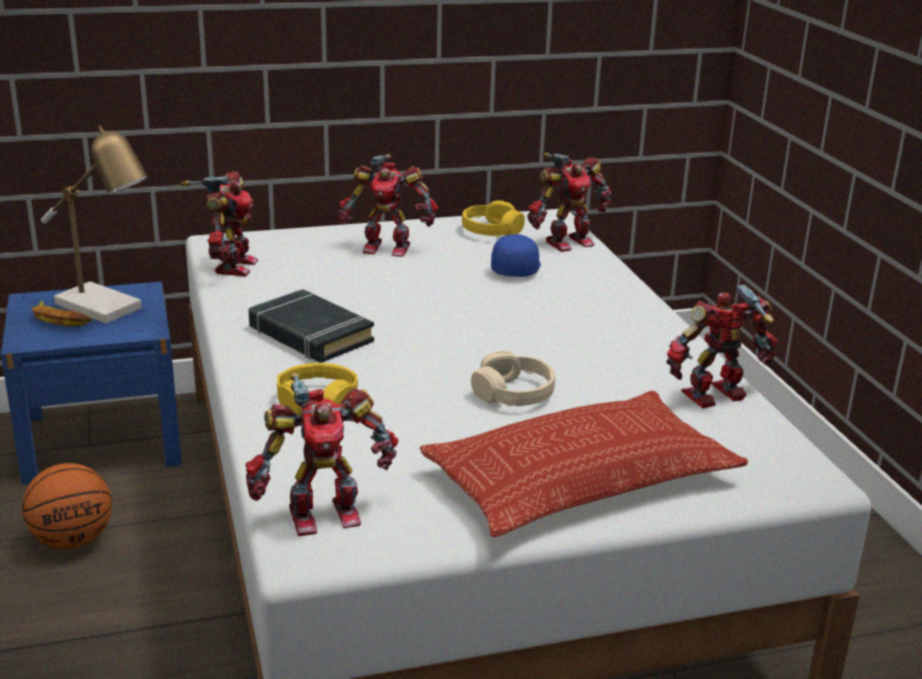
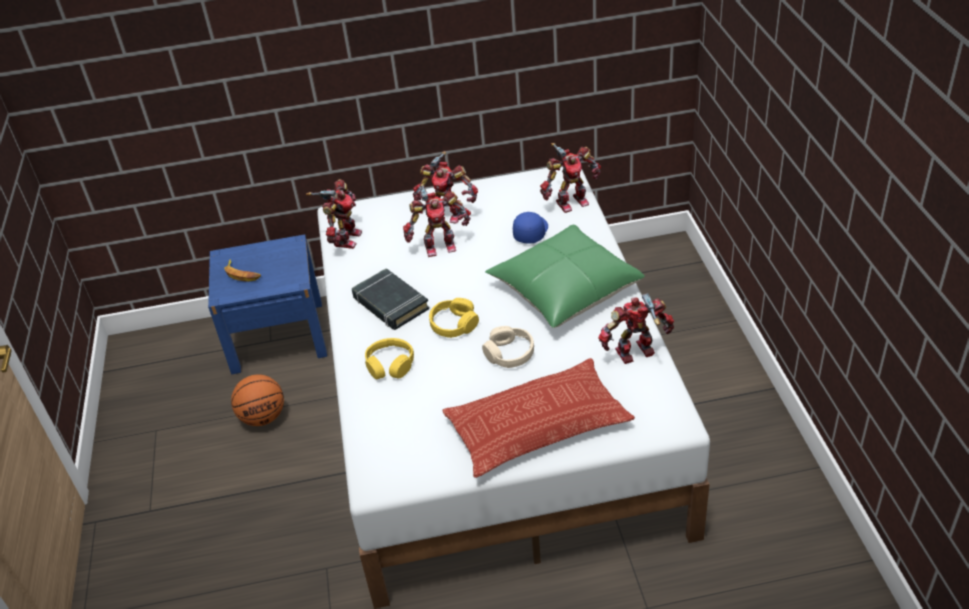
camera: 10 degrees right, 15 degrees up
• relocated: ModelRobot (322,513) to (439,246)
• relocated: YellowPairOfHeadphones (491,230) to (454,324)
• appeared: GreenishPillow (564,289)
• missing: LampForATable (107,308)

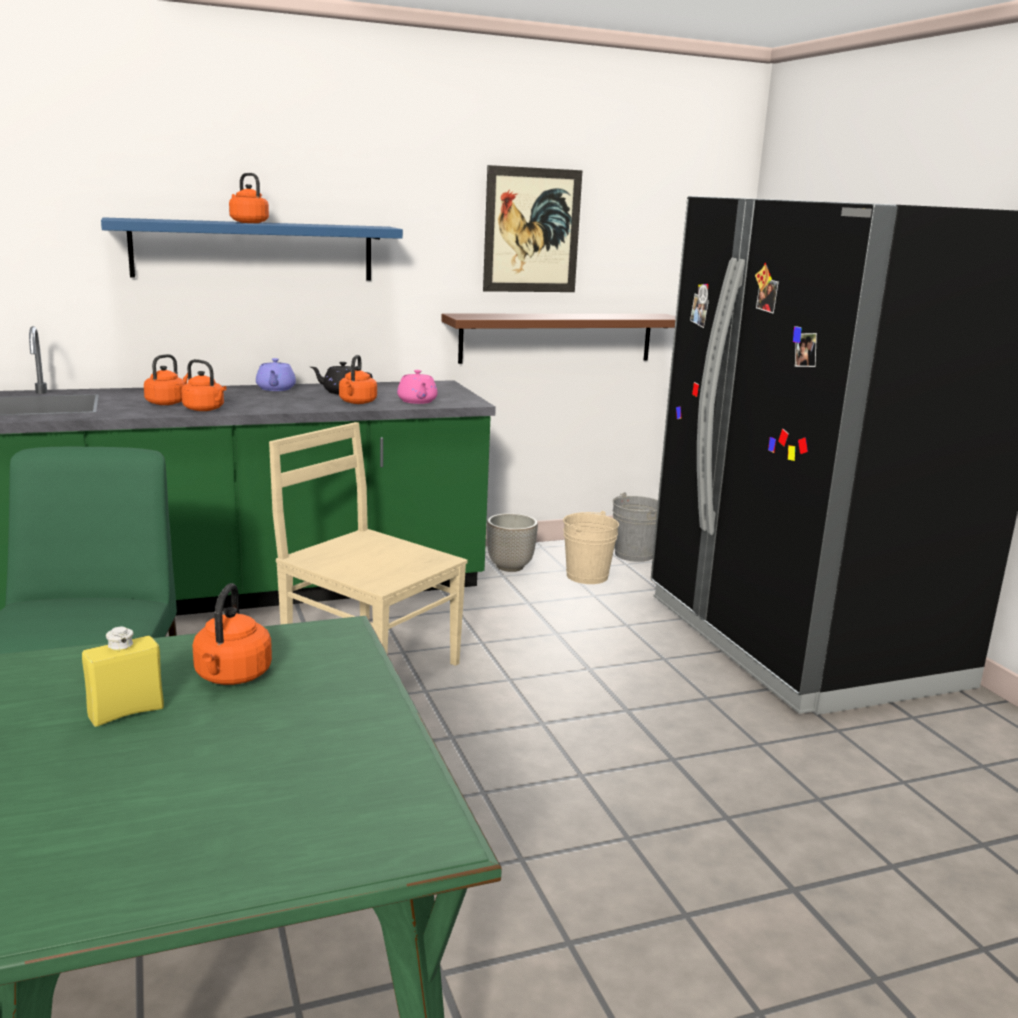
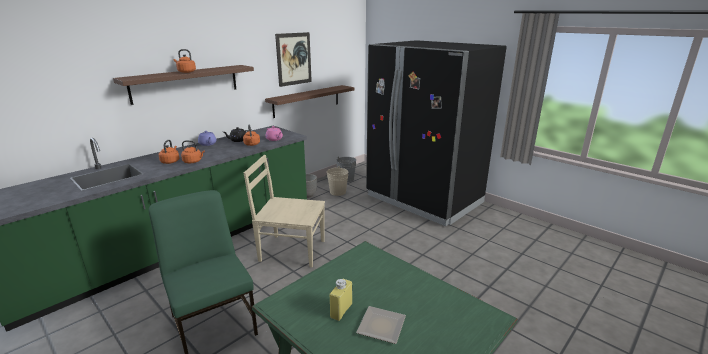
camera: 25 degrees left, 5 degrees up
• colour: BlueShelf (254,250) to BrownishShelf (186,83)
• appeared: Plate (379,327)
• missing: OrangeyKettle (232,677)

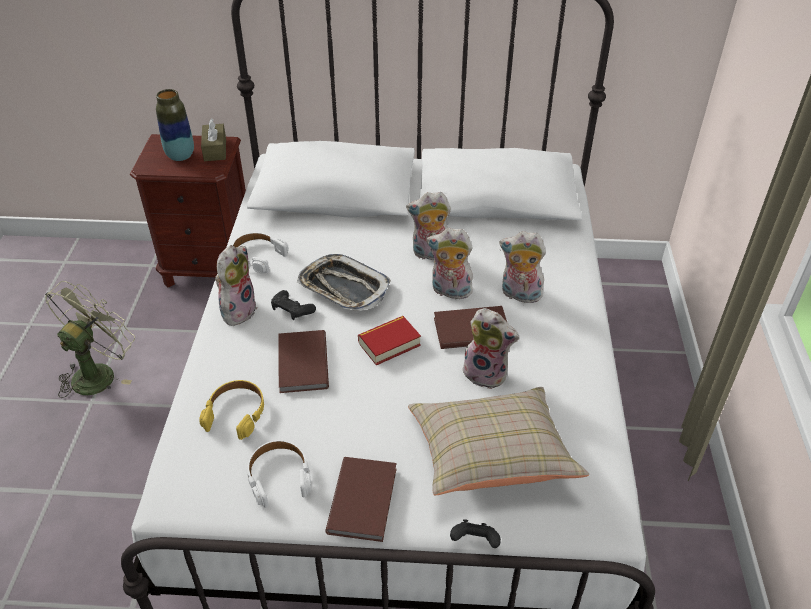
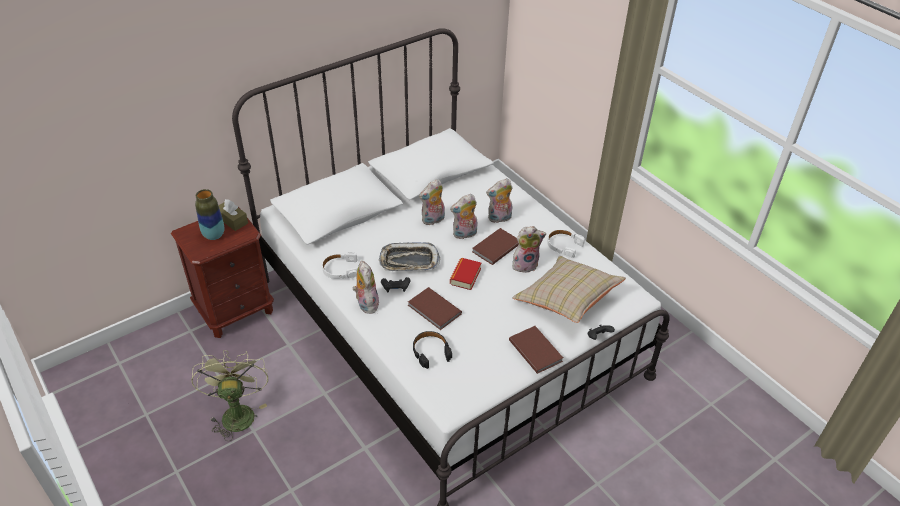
camera: 40 degrees left, 0 degrees up
• colour: YellowPairOfHeadphones (236,413) to BlackPairOfHeadphones (430,352)
• relocated: WhitishPairOfHeadphones (279,476) to (563,246)

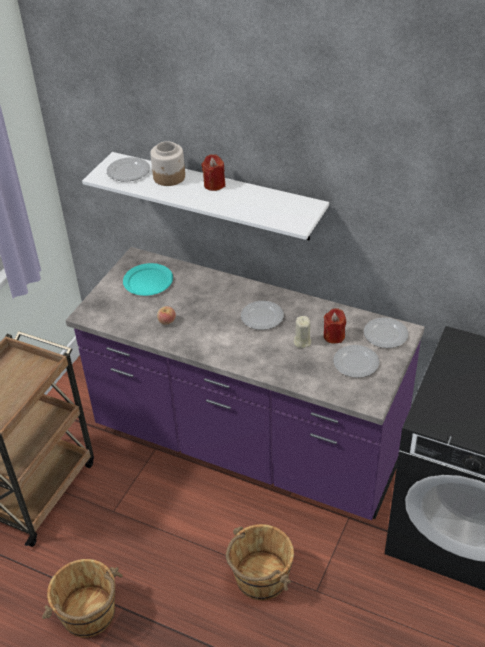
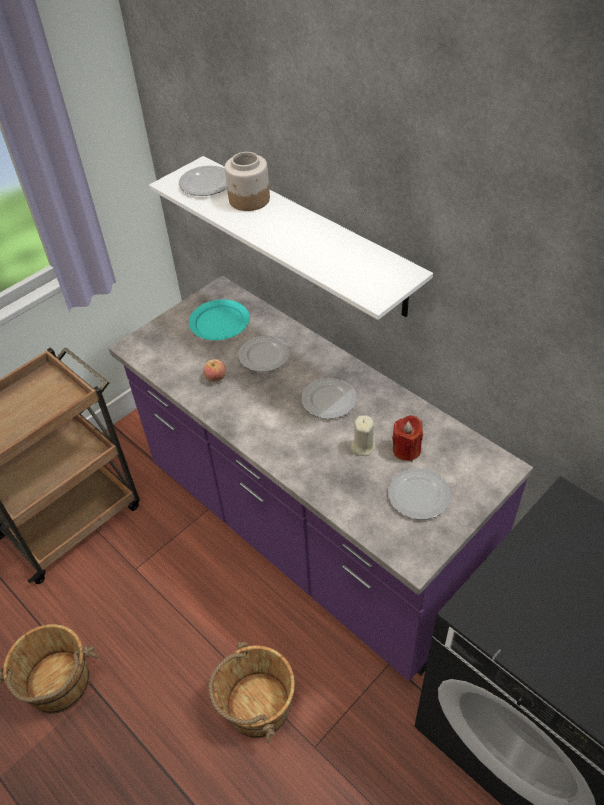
camera: 20 degrees right, 5 degrees up
• relocated: Plate (386,335) to (264,356)
• missing: ReddishWaxLight (214,184)

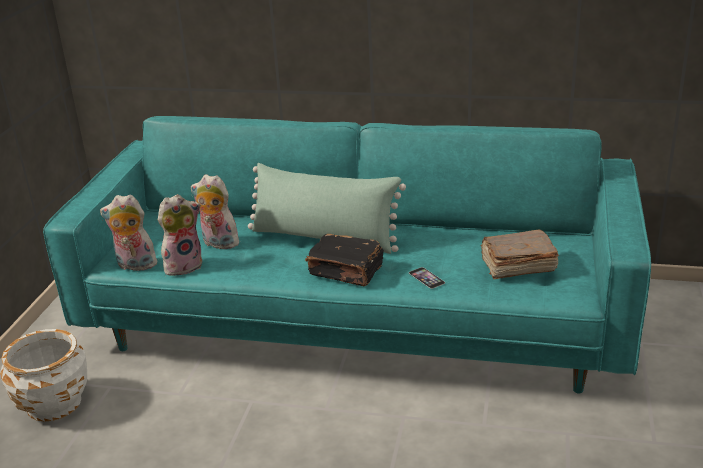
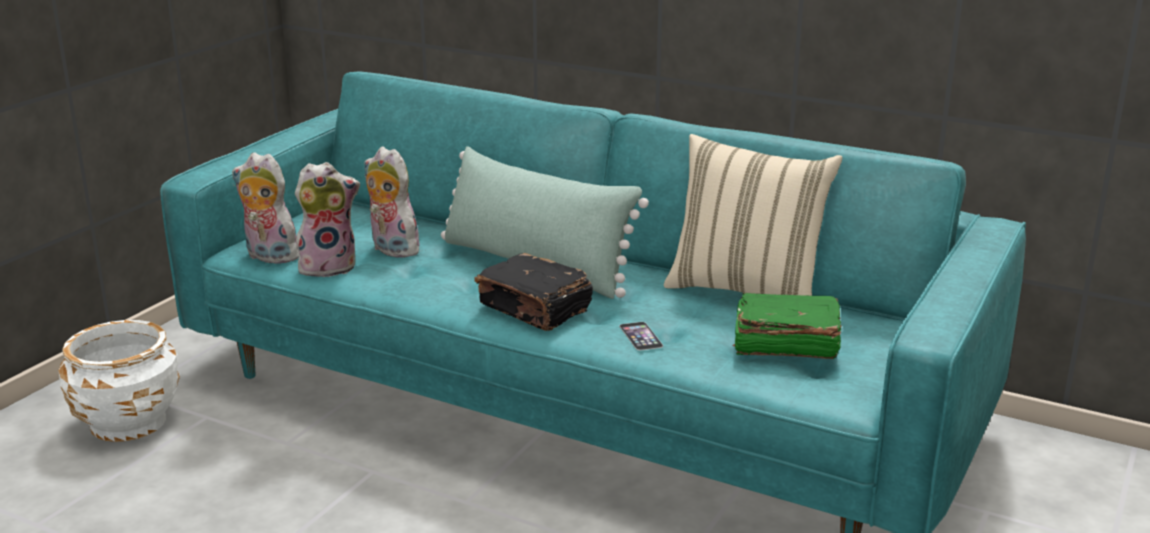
camera: 15 degrees right, 5 degrees down
• appeared: BeigeColouredPillow (747,291)
• colour: BrownishVolume (517,266) to GreenishVolume (784,344)

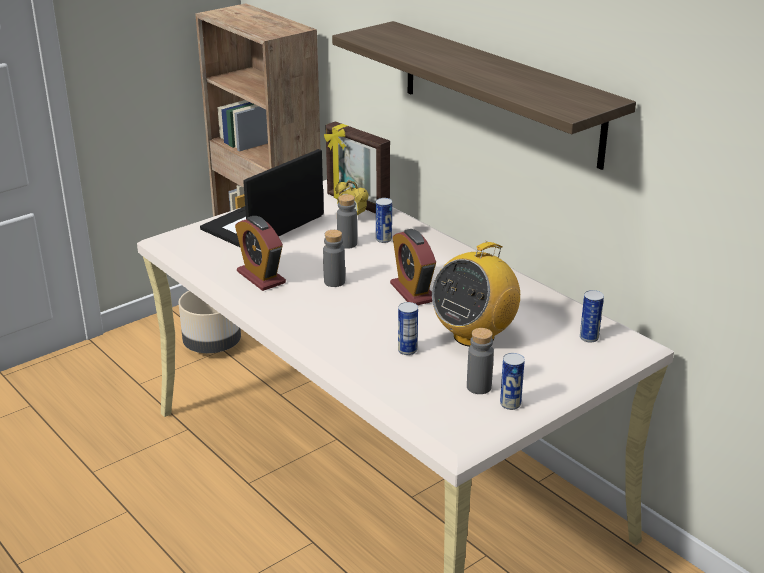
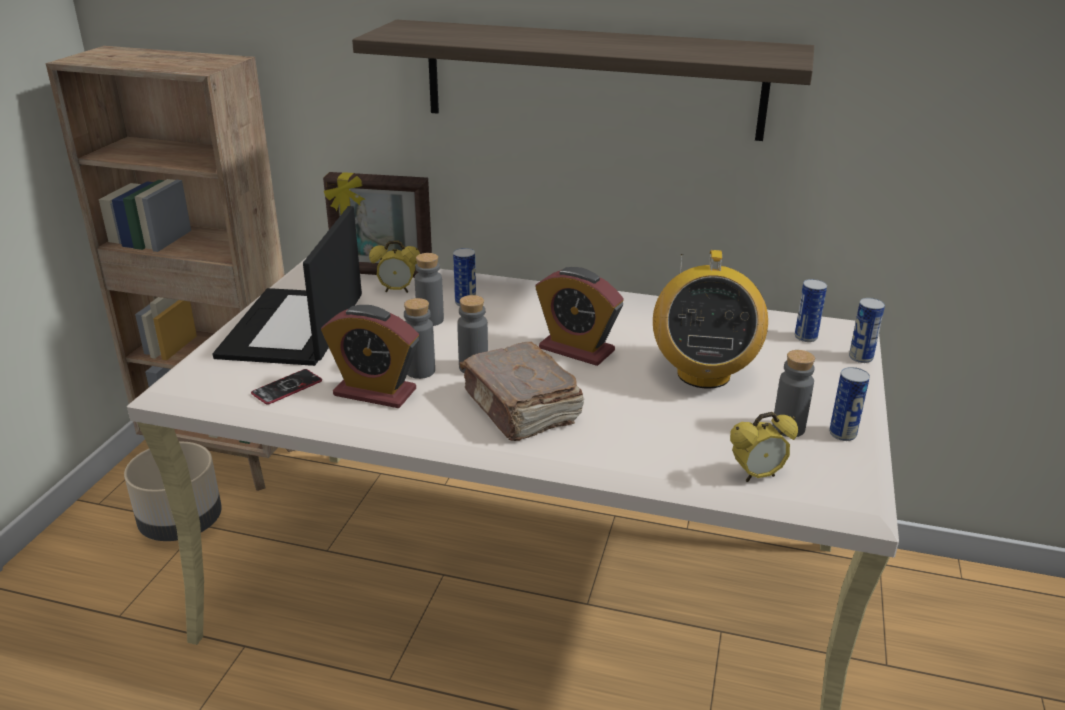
camera: 35 degrees left, 0 degrees up
• appeared: Handset (287,388)
• appeared: GreyDrinkBottle (420,371)
• appeared: BrownishVolume (521,409)
• appeared: AlarmClock (757,475)
• relocated: SealedCan (407,350) to (860,357)

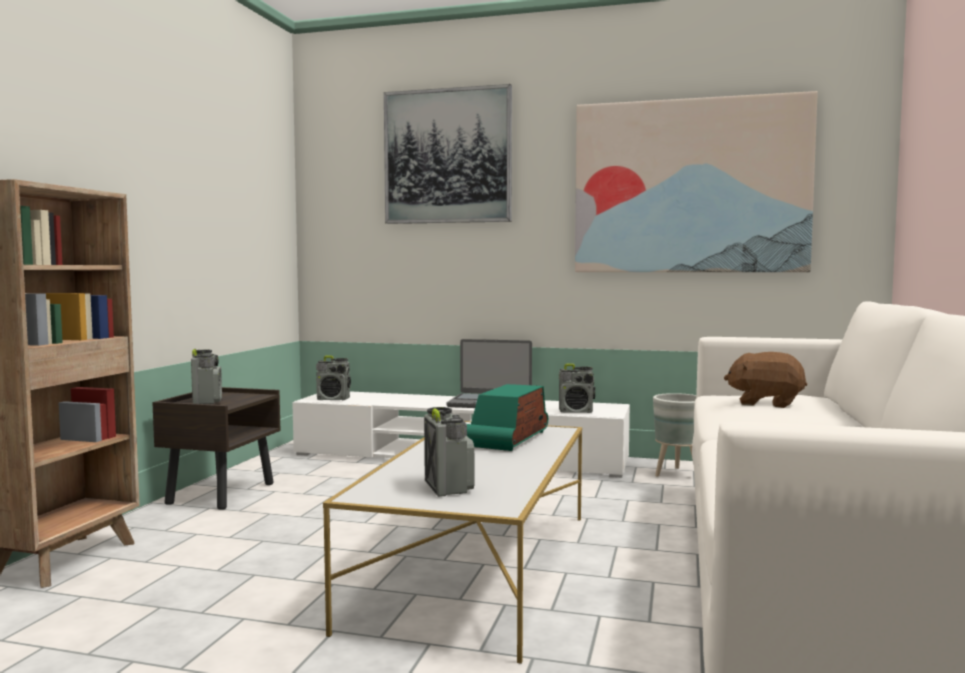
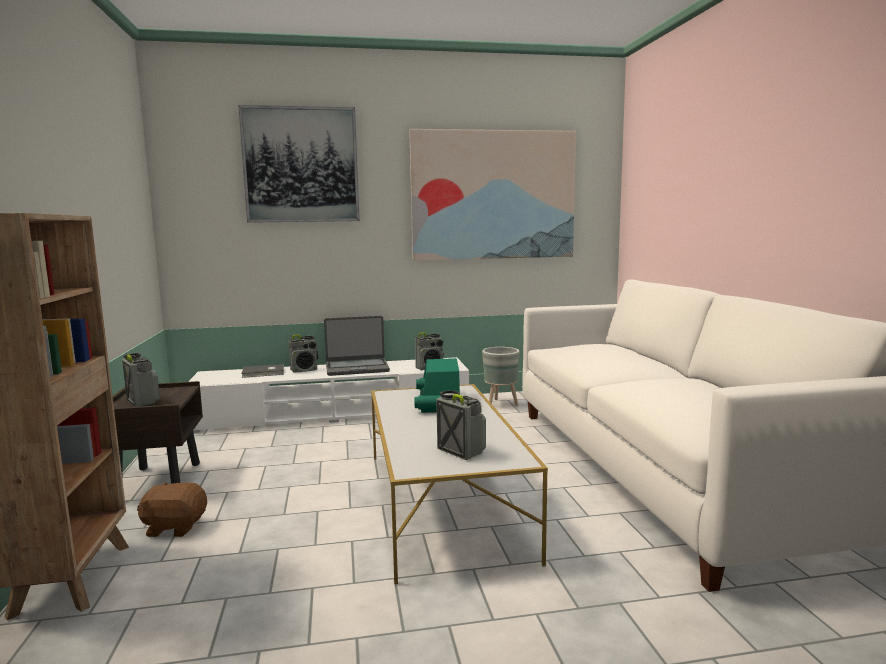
camera: 25 degrees left, 5 degrees up
• relocated: BrownishPlushToy (766,403) to (175,527)
• appeared: GreyVolume (264,372)
• relocated: Radio (333,399) to (304,370)

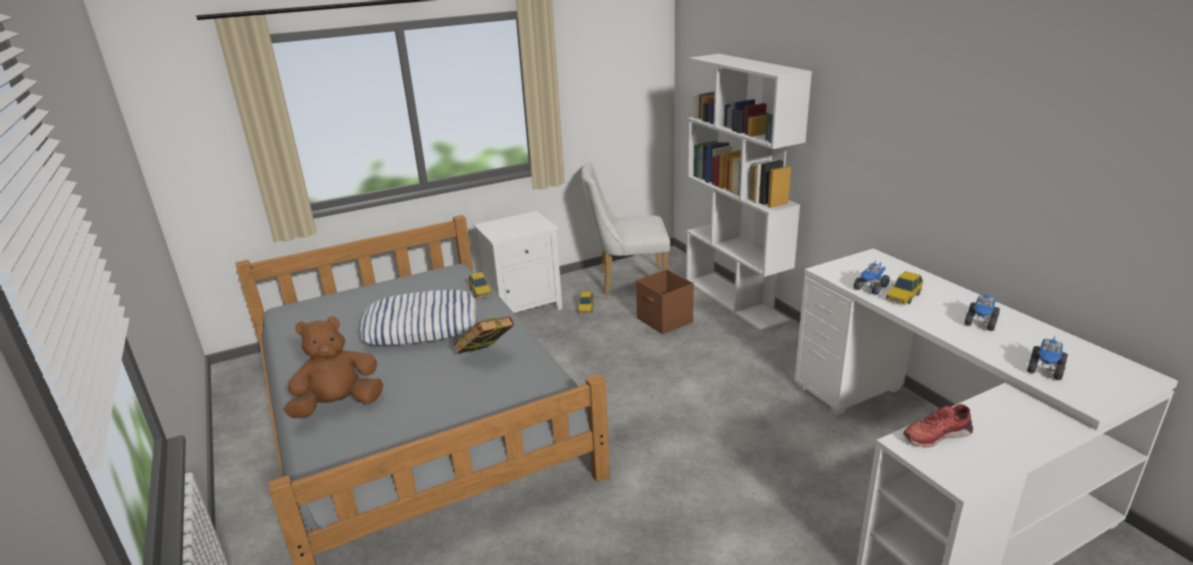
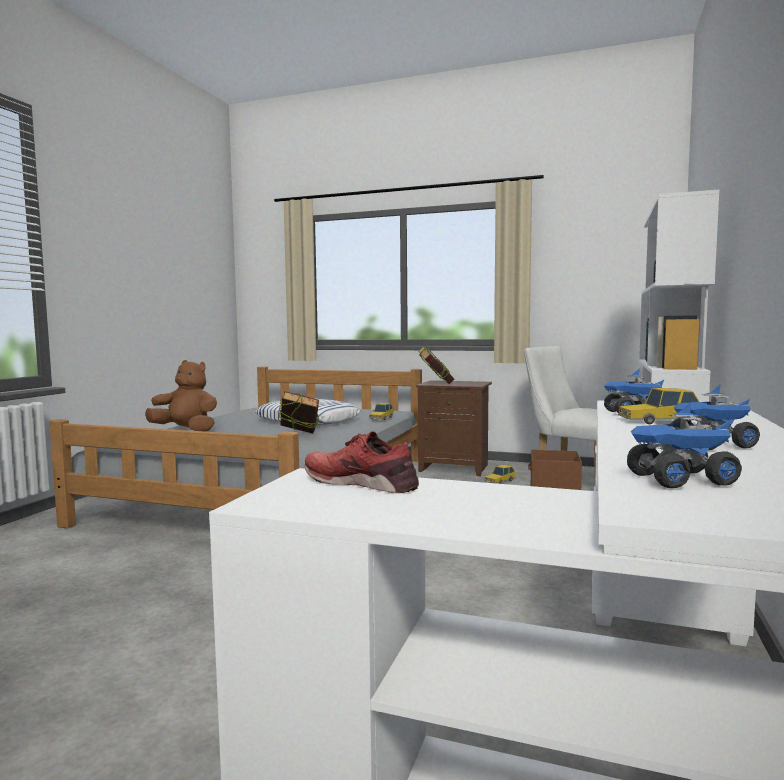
camera: 45 degrees right, 20 degrees down
• colour: WhitishNightTable (524,306) to BrownishNightTable (456,468)
• appeared: Volume (436,383)

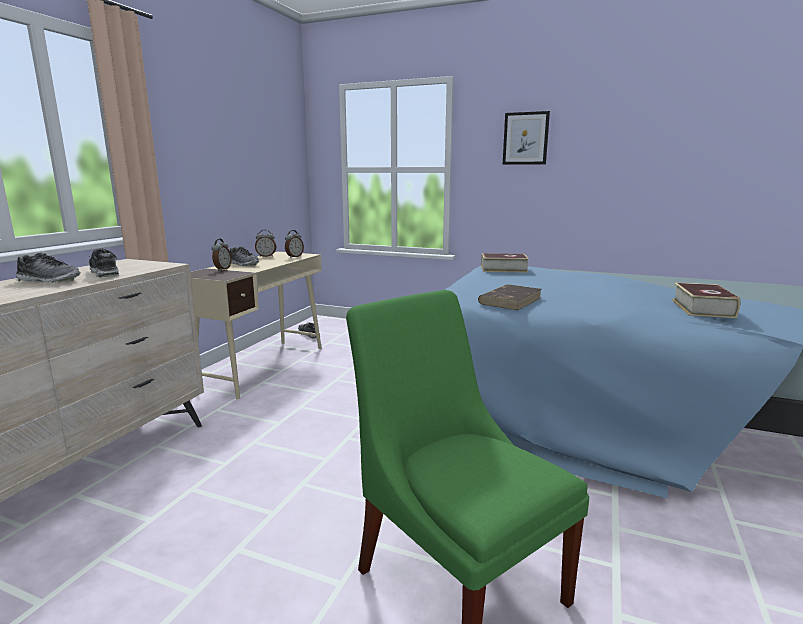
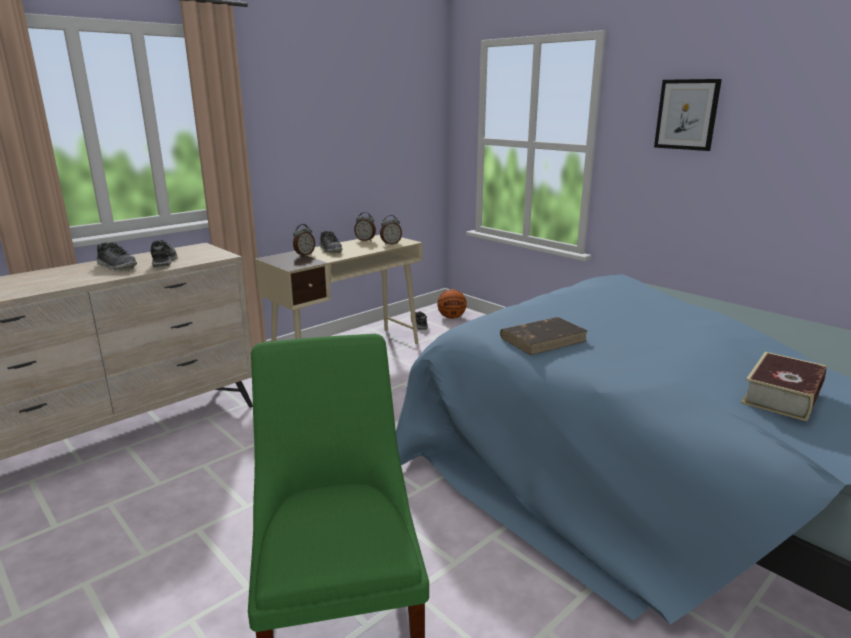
camera: 25 degrees right, 5 degrees up
• appeared: BasketballBall (451,317)
• missing: Volume (503,269)

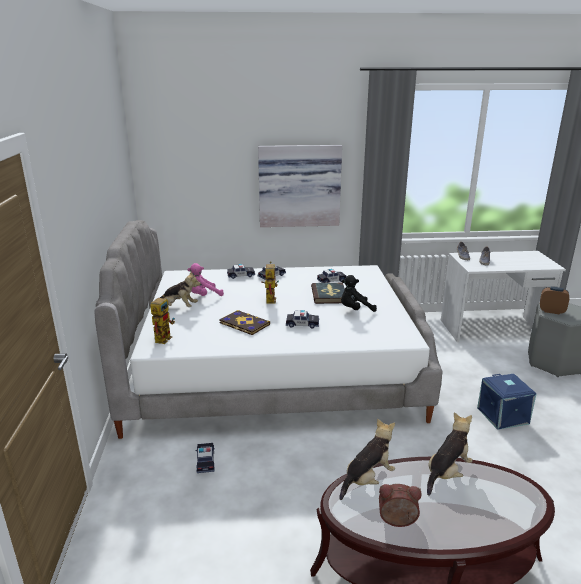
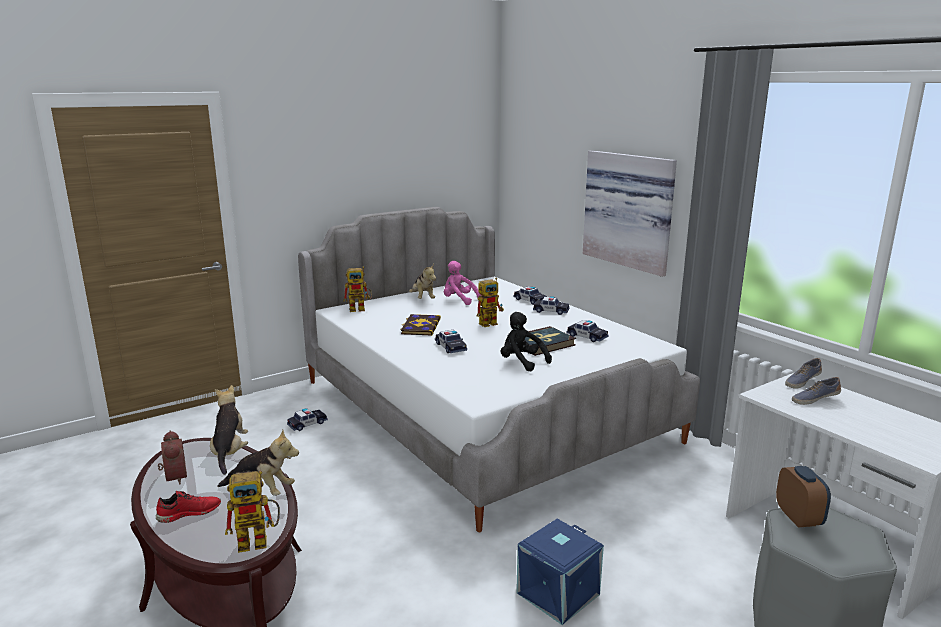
camera: 60 degrees right, 5 degrees down
• appeared: ReddishShoe (189,513)
• spun: PlushToy (367,479) = (230,452) 120 degrees counterclockwise
• appeared: ModelRobot (259,540)

